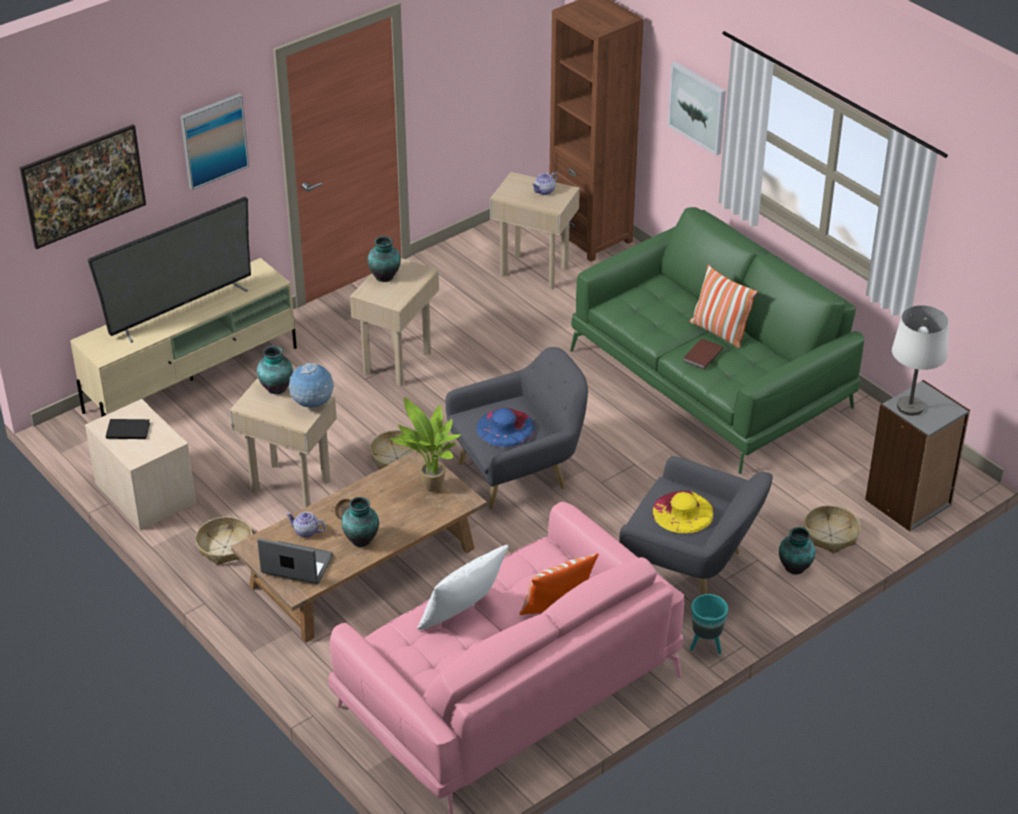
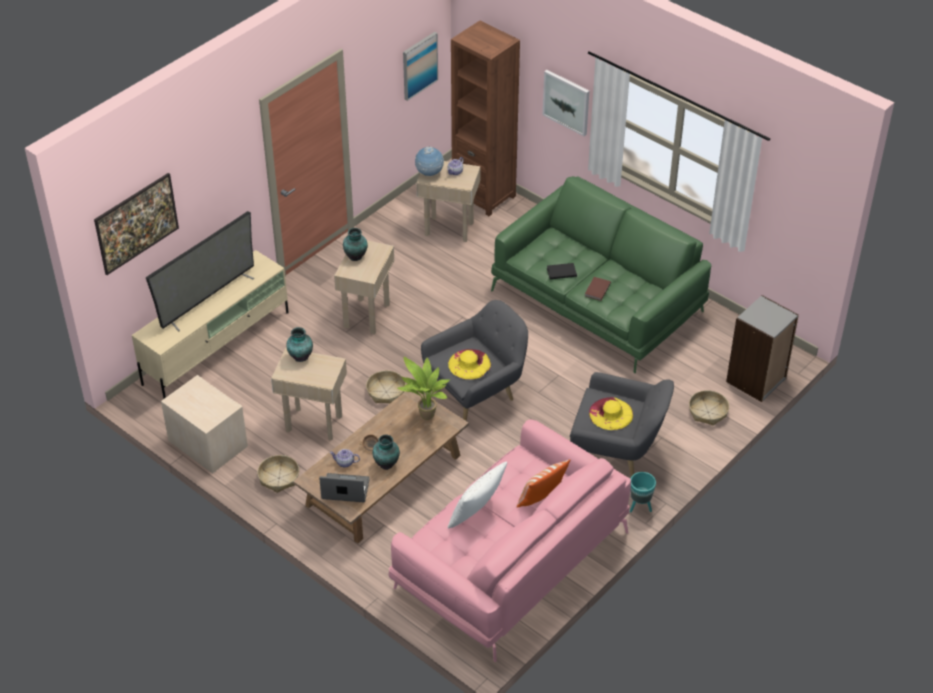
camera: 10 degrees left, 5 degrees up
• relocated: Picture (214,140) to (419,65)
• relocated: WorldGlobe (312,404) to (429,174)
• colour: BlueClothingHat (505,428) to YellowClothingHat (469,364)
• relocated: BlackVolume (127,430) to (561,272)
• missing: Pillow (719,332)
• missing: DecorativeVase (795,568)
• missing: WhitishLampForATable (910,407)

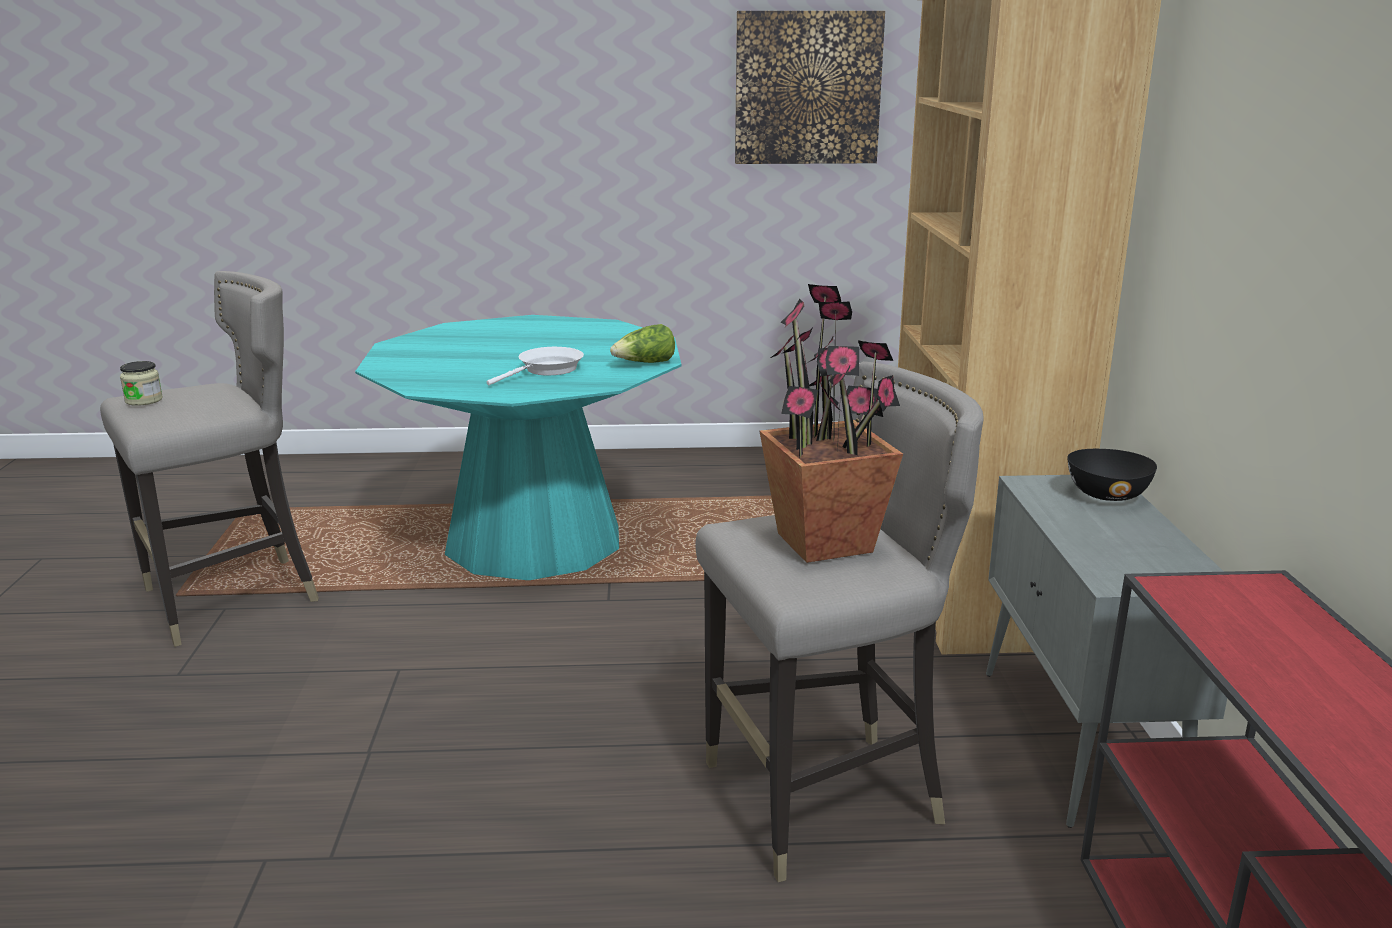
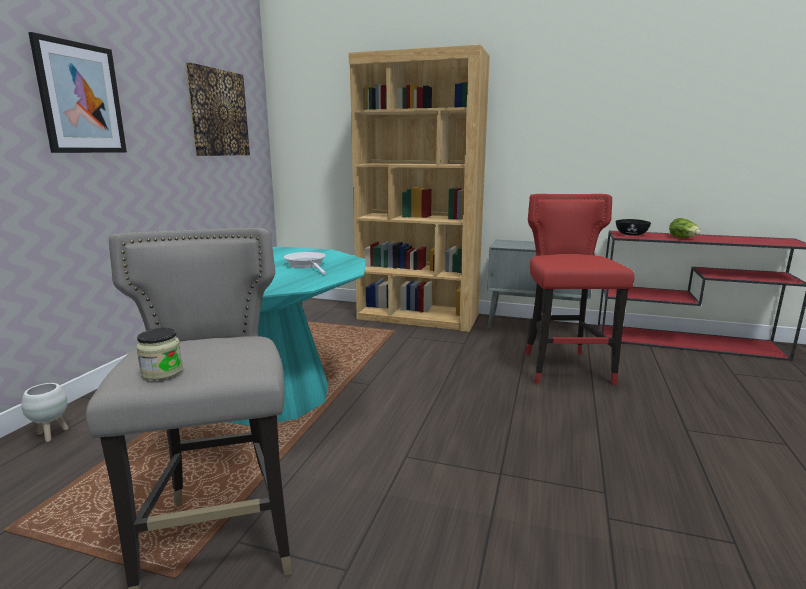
camera: 70 degrees left, 5 degrees down
• appeared: WhitishFlowerPot (52,434)
• appeared: Picture (80,98)
• colour: GreySittingStool (825,799) to ReddishSittingStool (564,368)
• relocated: BlackDeepDish (1107,494) to (631,235)
• relocated: HeadOfLettuce (645,363) to (684,238)
• missing: PlantInAPot (825,543)

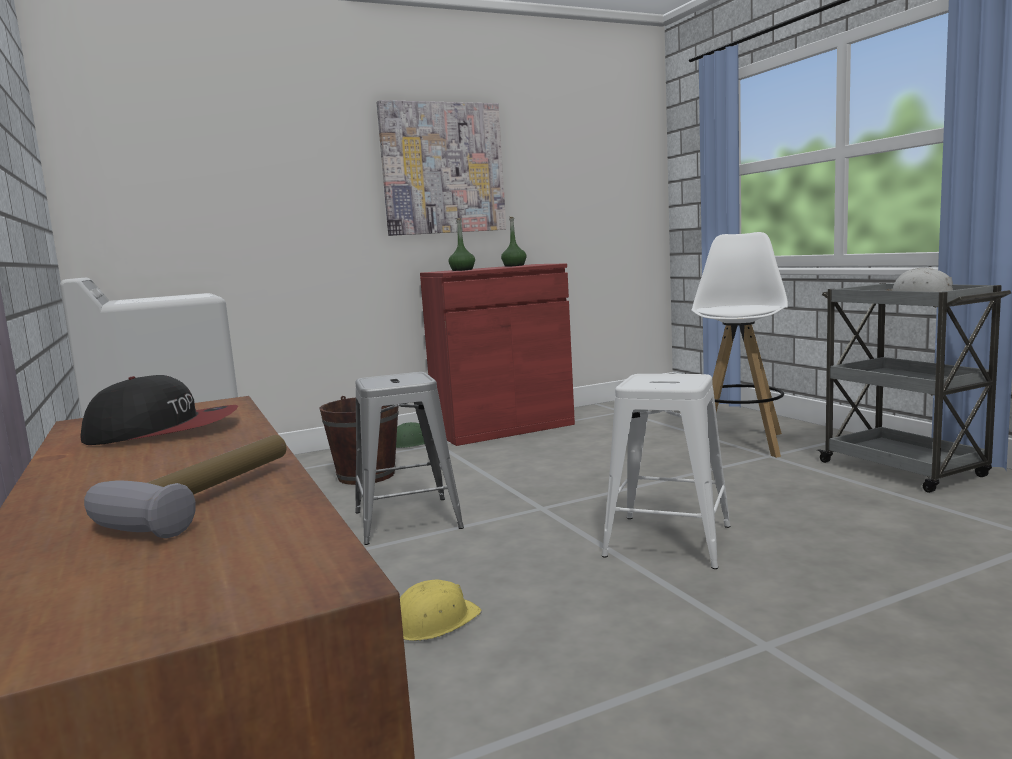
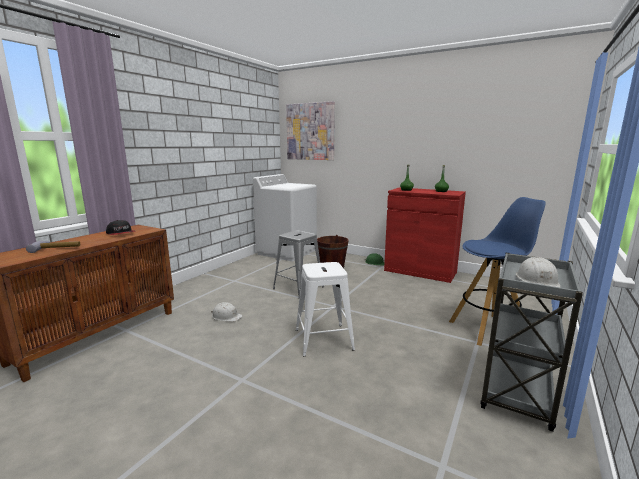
camera: 55 degrees right, 5 degrees up
• colour: YellowHardHat (434,622) to WhitishHardHat (226,316)
• relocated: Picture (442,168) to (310,131)
• colour: WhitishSittingStool (739,443) to BlueSittingStool (488,329)

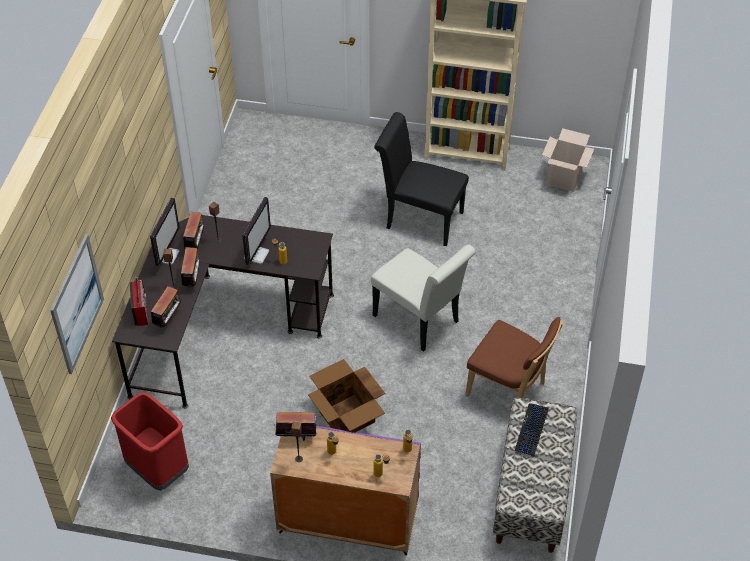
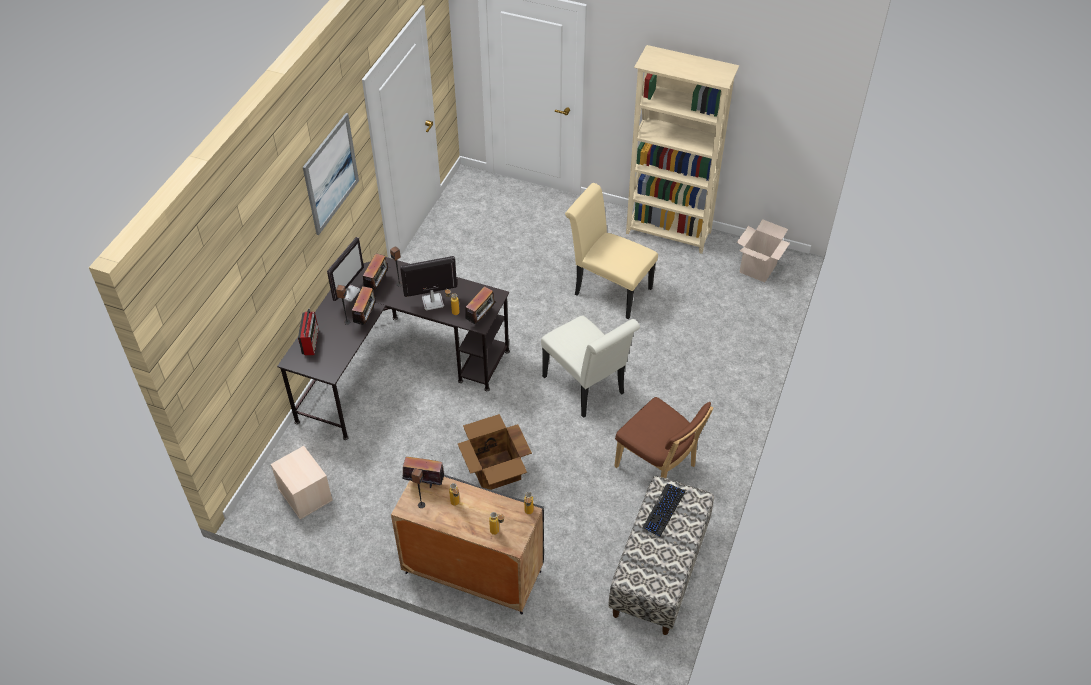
camera: 10 degrees right, 0 degrees up
• exchanged: ReddishTrashCan (158,469) to BeigeColouredStorageBin (306,495)
• relocated: Picture (77,304) to (331,174)
• colour: PurpleStorageCabinet (347,521) to BlackStorageCabinet (472,572)
• spun: Monitor (256,254) = (432,302) 135 degrees counterclockwise
• relocated: Radio (168,319) to (481,318)
• colour: BlackChair (419,219) to BeigeColouredChair (608,289)

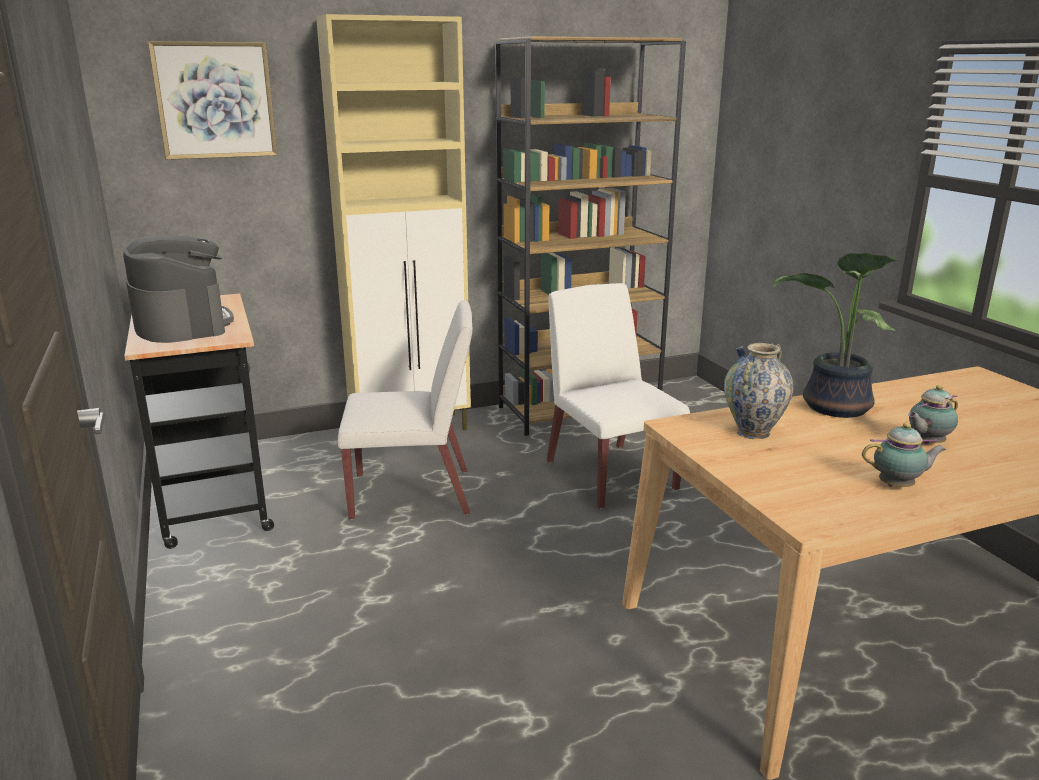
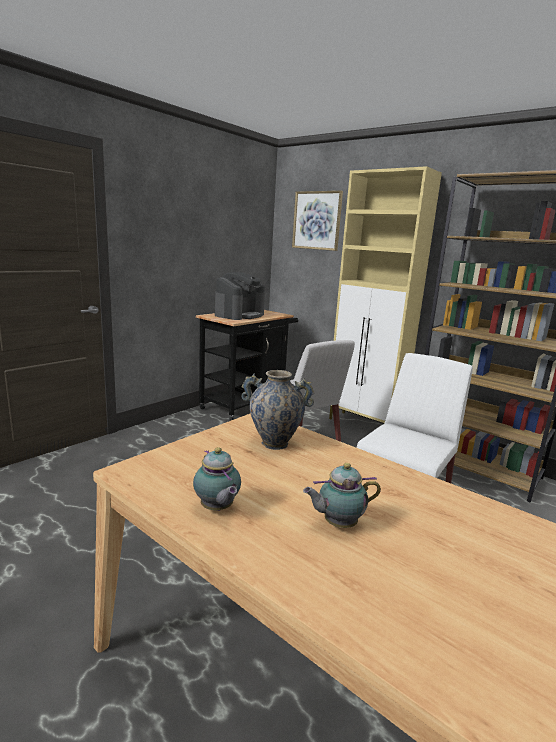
camera: 60 degrees right, 5 degrees down
• spun: TeaPot (926,443) = (337,524) 45 degrees counterclockwise
• missing: PlantInAPot (834,408)

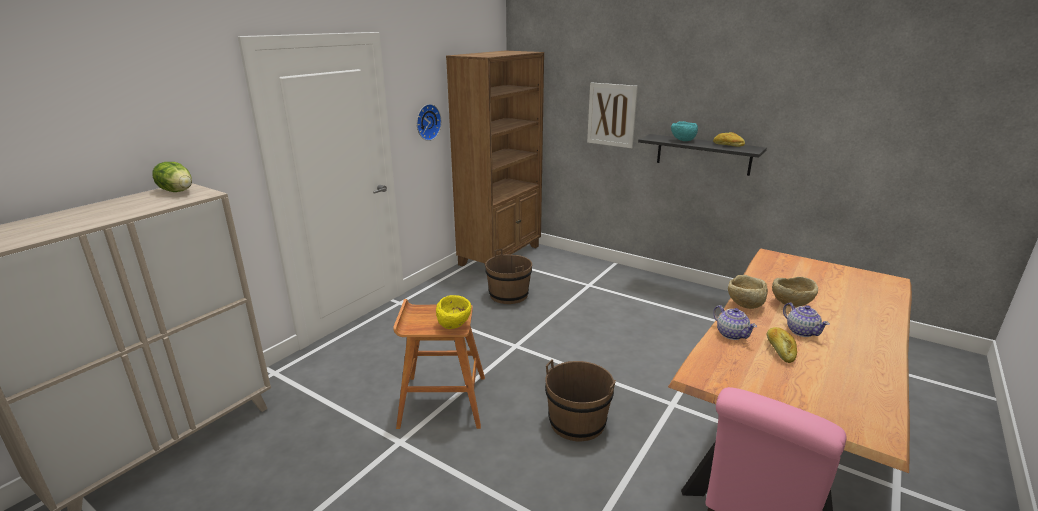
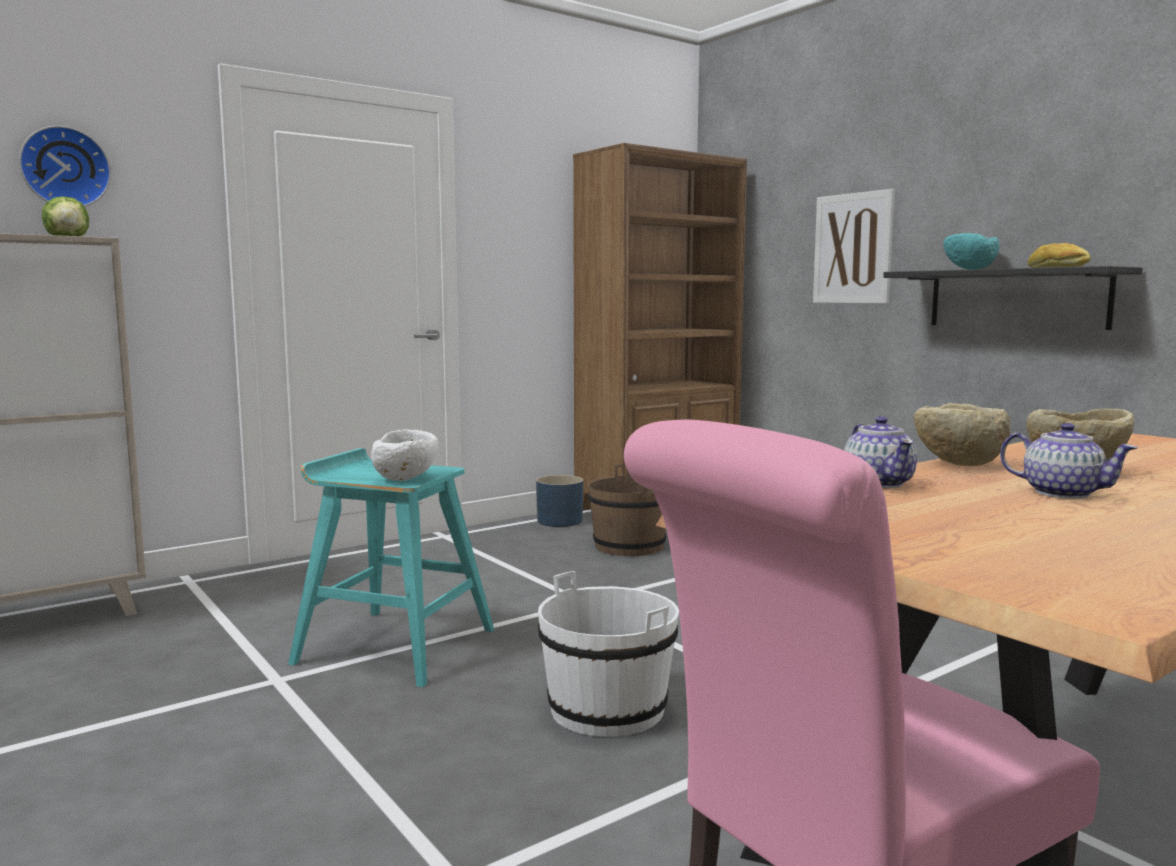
camera: 20 degrees right, 15 degrees down
• relocated: HangingClock (427,122) to (65,168)
• colour: BrownishSittingStool (442,401) to TurquoiseColouredSittingStool (394,645)
• colour: YellowDeepDish (454,325) to WhitishDeepDish (406,479)
• appeared: BlueFlowerPot (560,521)
• colour: BrownishBucket (577,422) to WhitishBucket (607,709)
• spun: TeaPot (801,331) = (1061,493) 45 degrees counterclockwise
• missing: BakedBread (780,350)

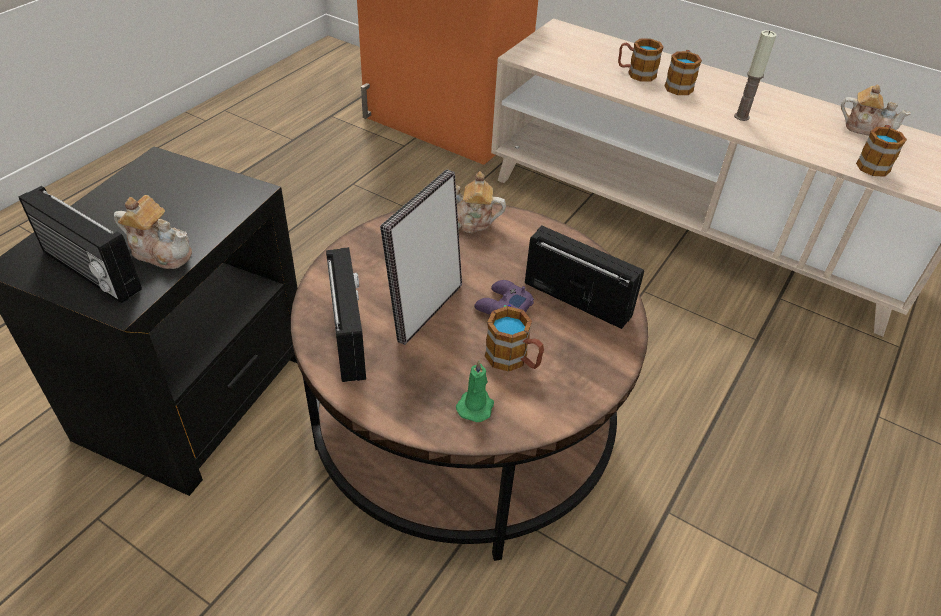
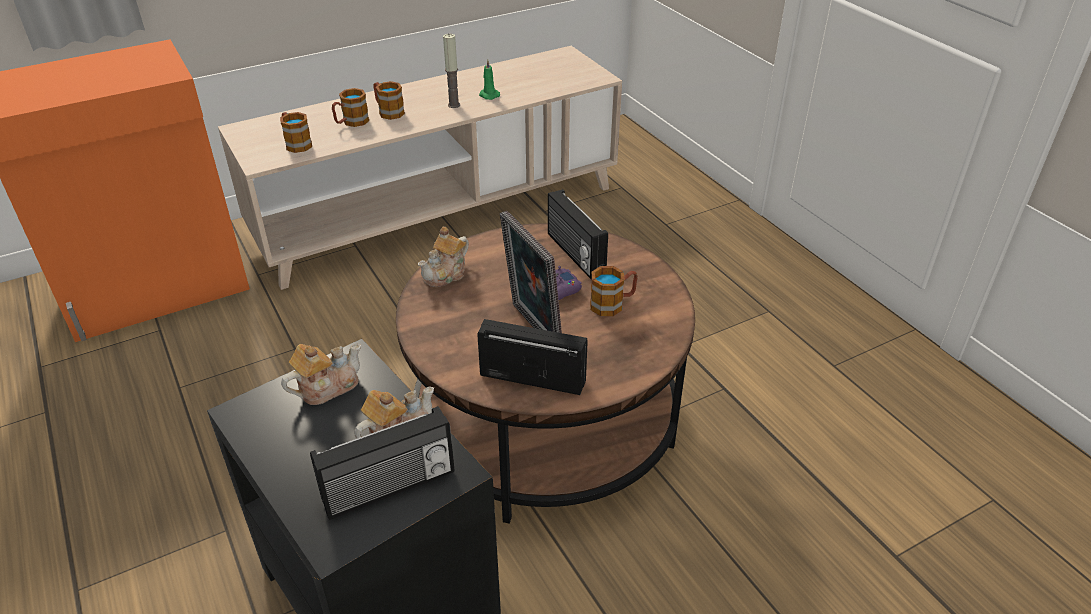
camera: 60 degrees left, 5 degrees down
• relocated: CoffeeMug (873,163) to (296,143)
• relocated: TeaPot (866,128) to (326,387)
• relocated: GreenishWaxLight (476,405) to (488,95)
• spun: Radio (578,298) = (574,254) 90 degrees counterclockwise

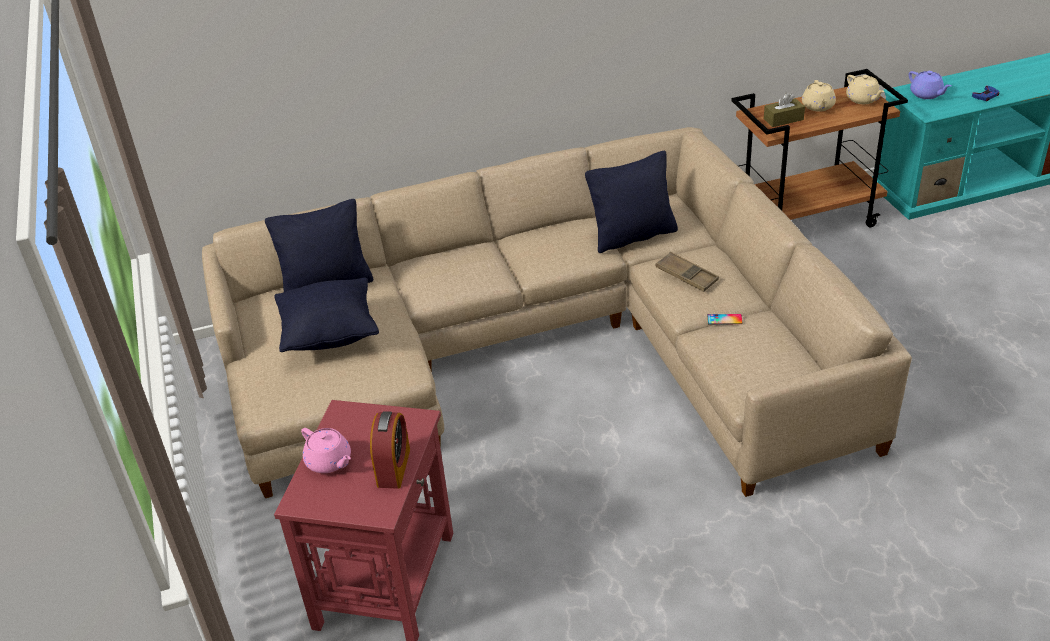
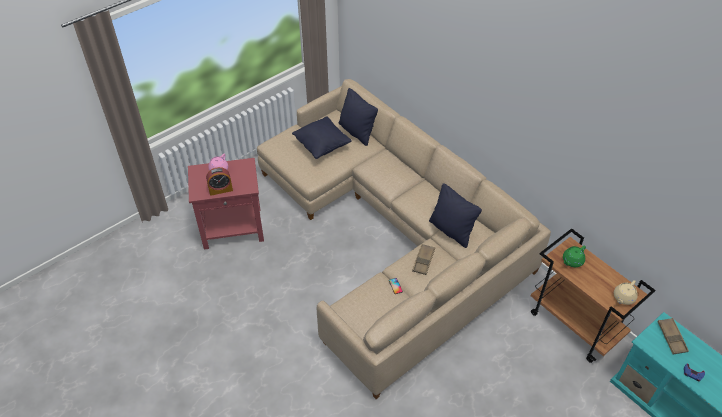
camera: 65 degrees right, 10 degrees up
• exchanged: BrownishBoxOfTissues (783,119) to GreenishTeaPot (572,261)
• exchanged: PurpleTeaPot (926,94) to BrownishTray (671,337)
• missing: BeigeColouredTeaPot (818,107)

